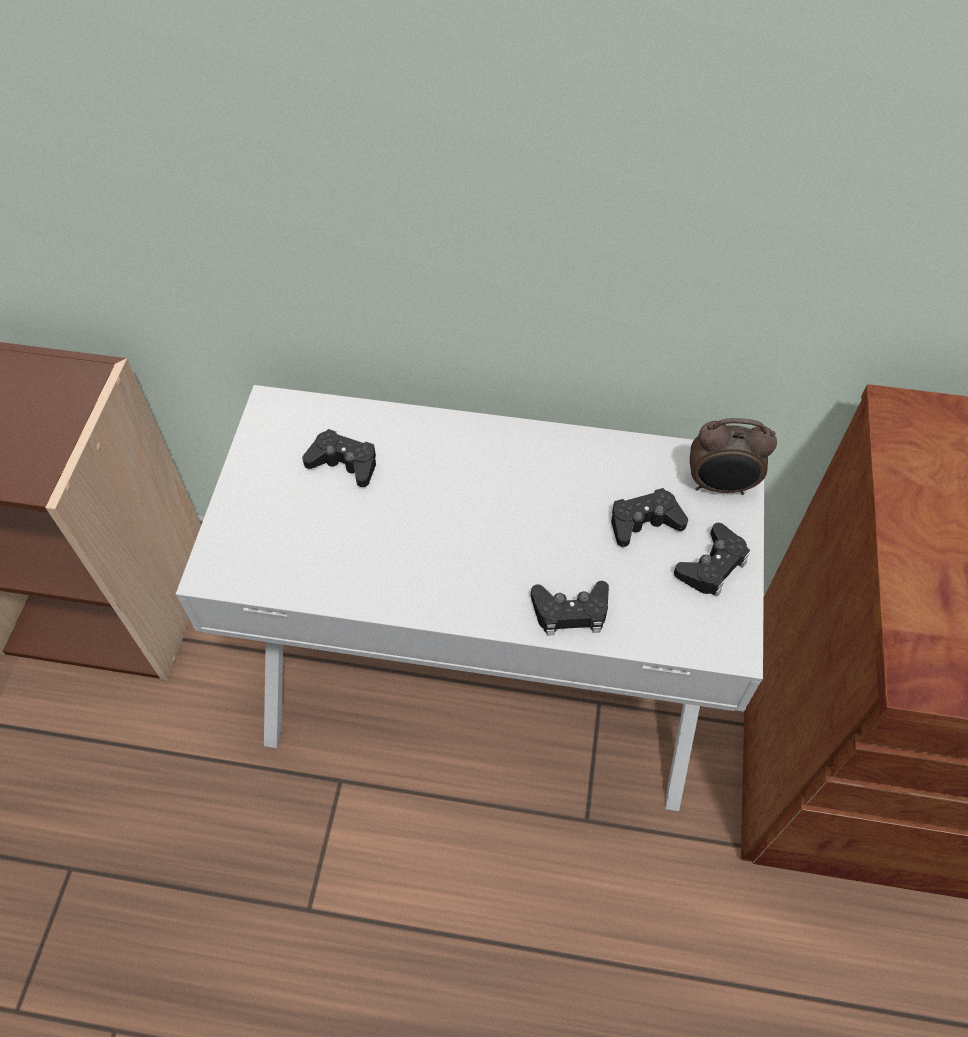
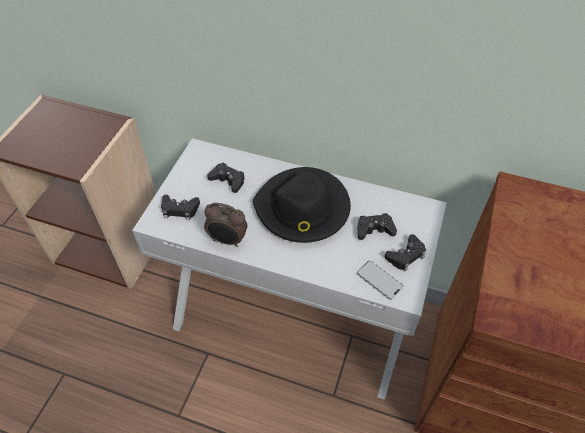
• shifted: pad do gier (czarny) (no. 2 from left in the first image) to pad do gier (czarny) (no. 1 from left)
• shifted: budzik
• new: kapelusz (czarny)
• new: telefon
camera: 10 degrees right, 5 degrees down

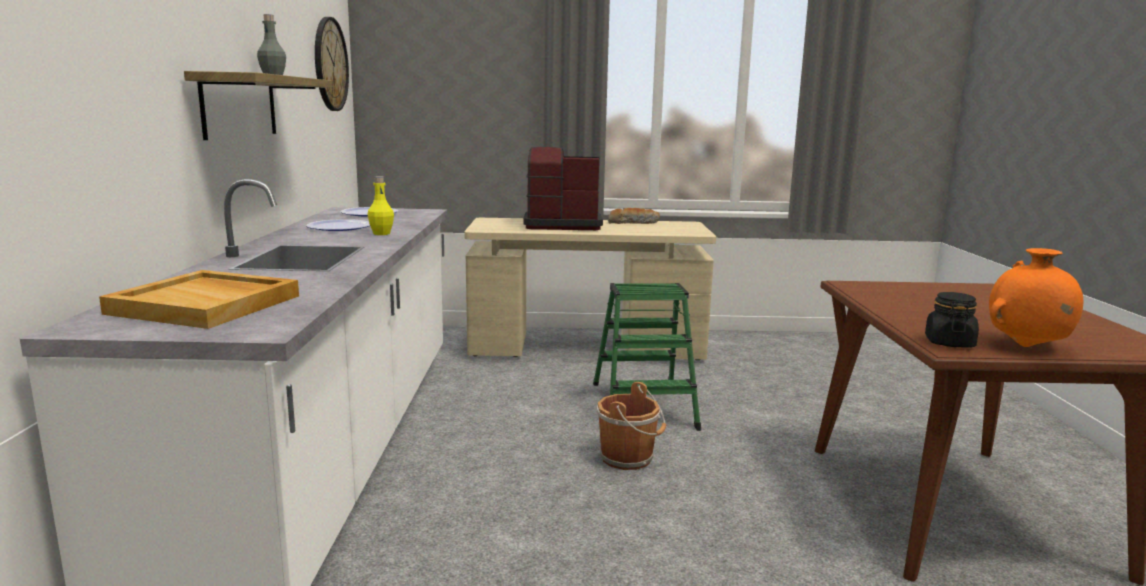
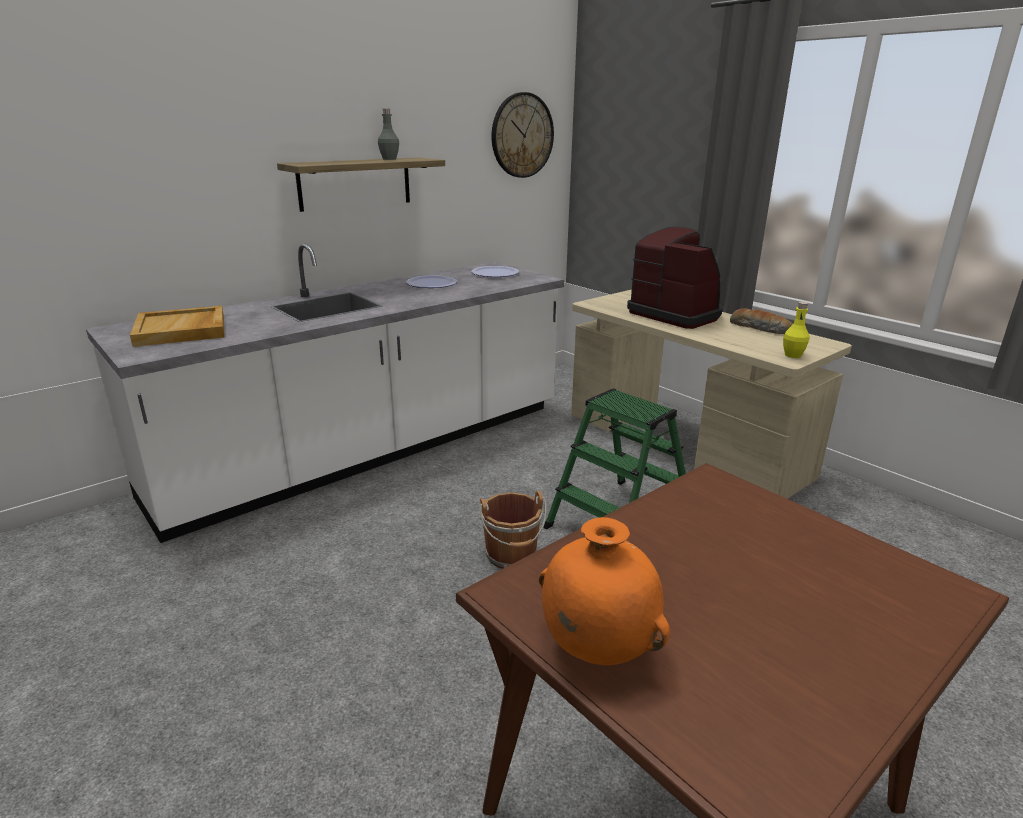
• shifted: butelka (żółty)
• gone: słoik (czarny)
camera: 50 degrees right, 10 degrees up

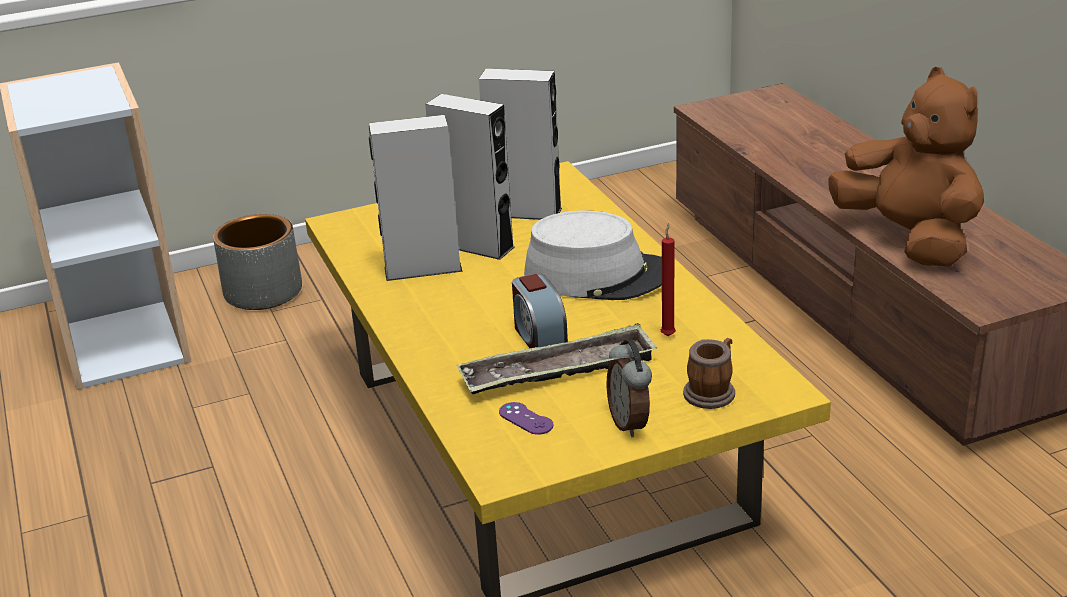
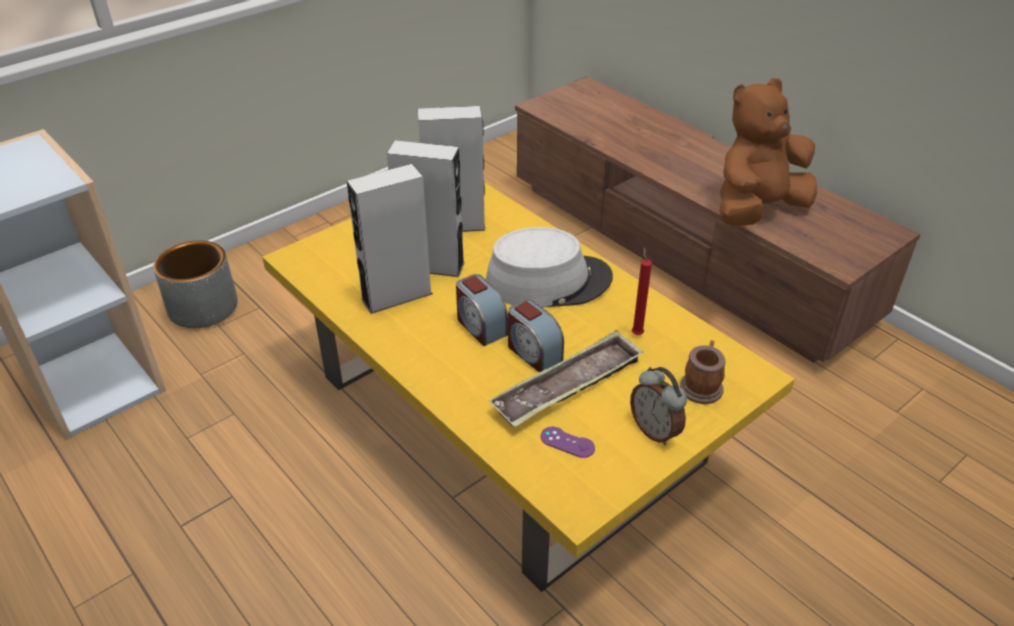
• rotated: pluszak (brązowy) 75 degrees counterclockwise
• new: budzik (no. 1 from left)
camera: 20 degrees left, 10 degrees up

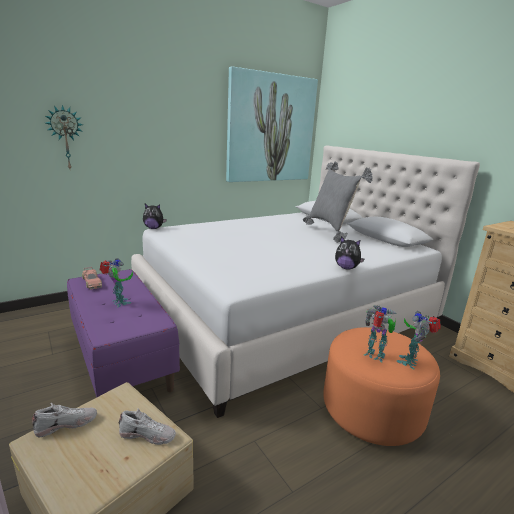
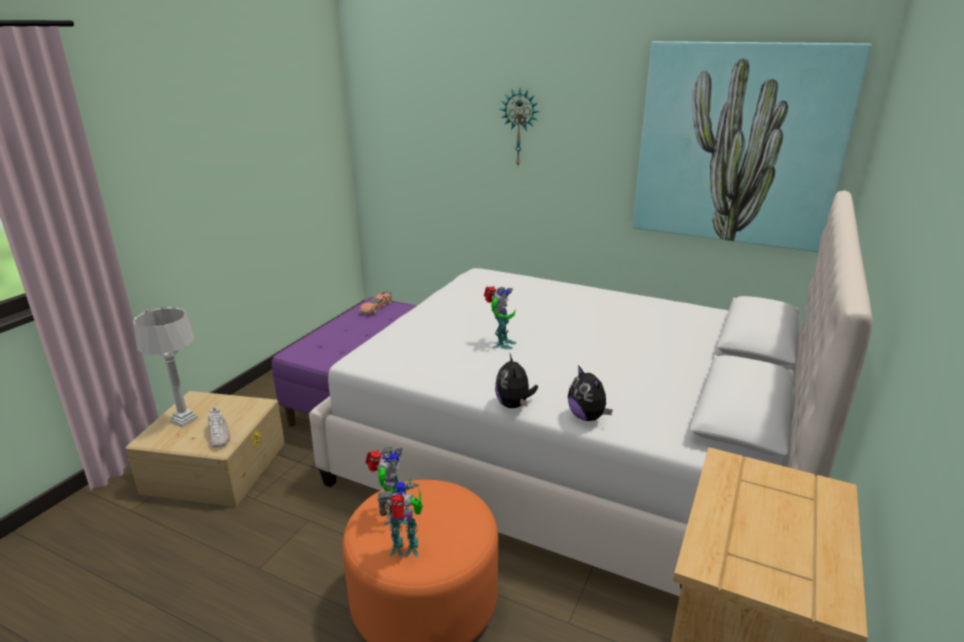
• gone: but (biały) (no. 1 from left)
• shifted: zegar ścienny
• shifted: robot zabawkowy (no. 1 from left in the first image) to robot zabawkowy (no. 3 from left)
• shifted: pluszak (no. 1 from left in the first image) to pluszak (no. 2 from left)
• gone: poduszka (szary)
• new: lampa stołowa (szary)
camera: 60 degrees right, 5 degrees up

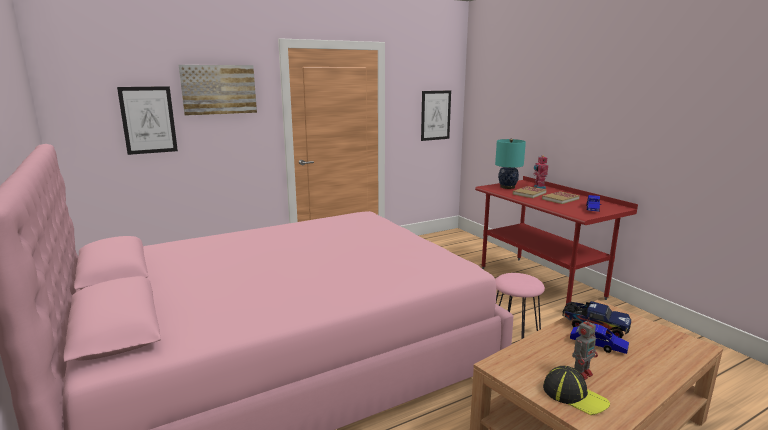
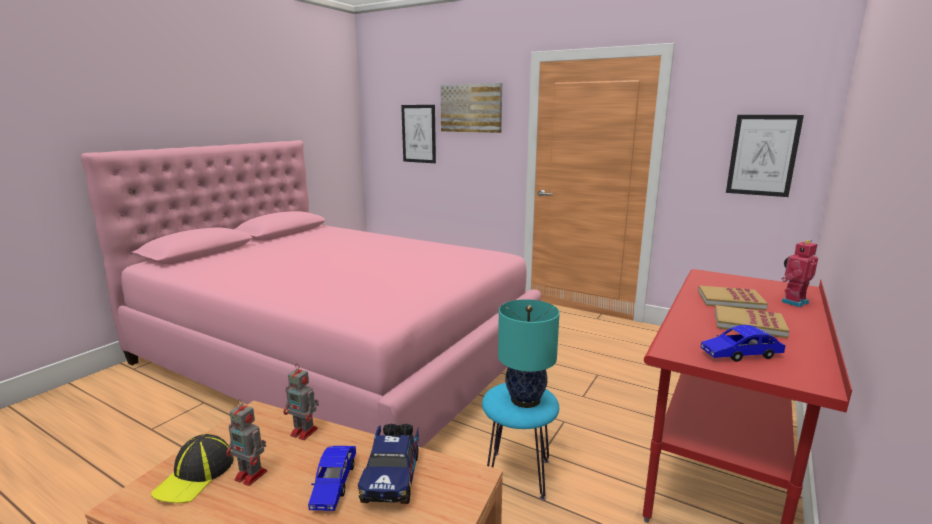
• shifted: lampa stołowa (turkusowy)
• repainted: stołek (różowy) to stołek (turkusowy)
• new: robot zabawkowy (no. 2 from left)
camera: 60 degrees right, 0 degrees up

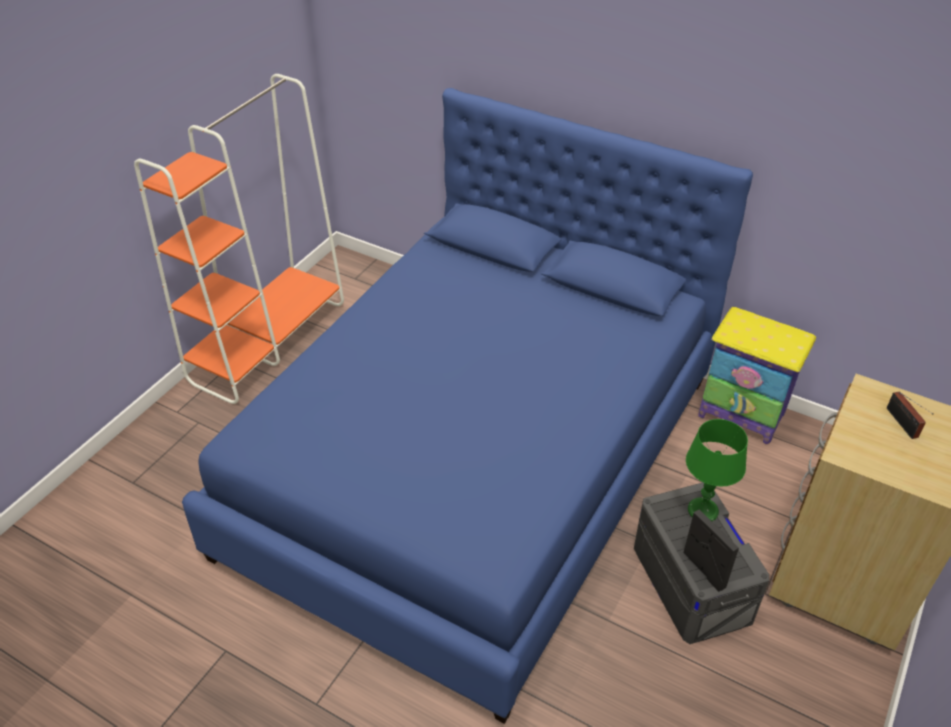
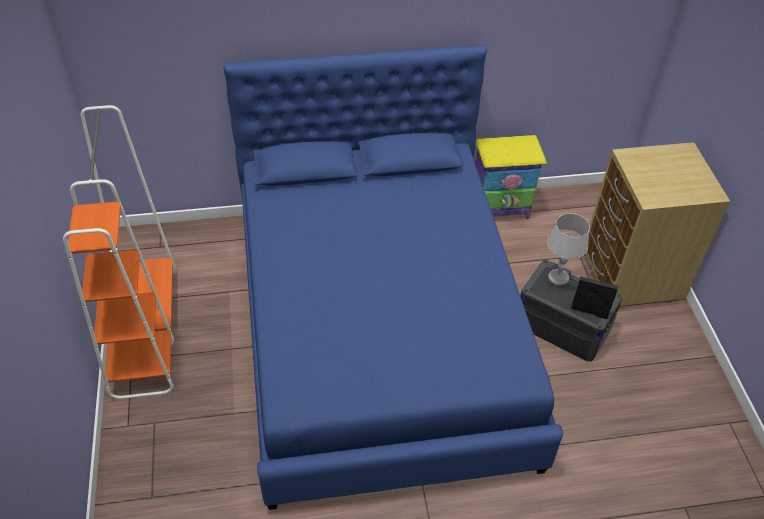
• repainted: lampa stołowa (zielony) to lampa stołowa (szary)
• gone: radio
camera: 40 degrees left, 5 degrees up

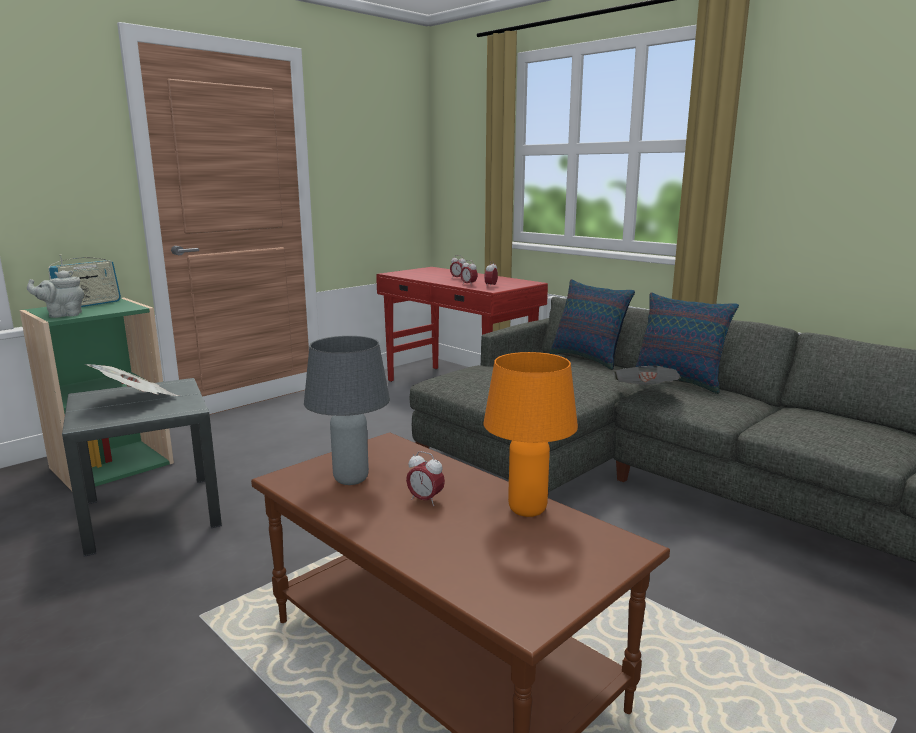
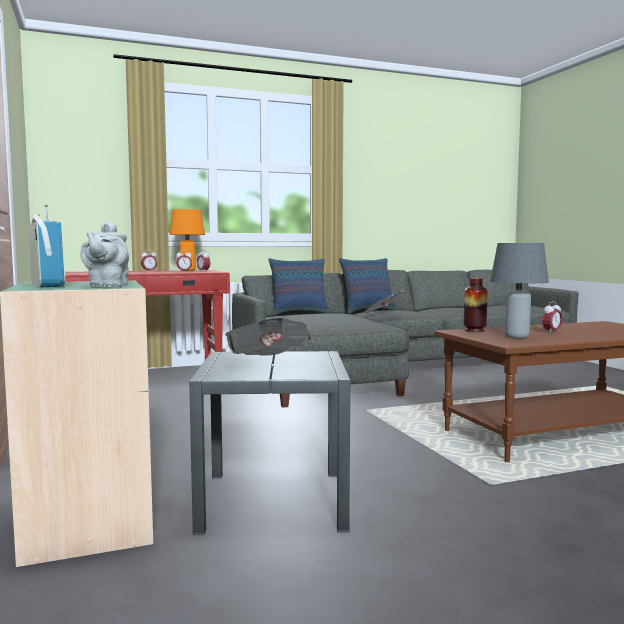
• shifted: lampa stołowa (pomarańczowy)
• new: wazon
camera: 65 degrees left, 10 degrees down

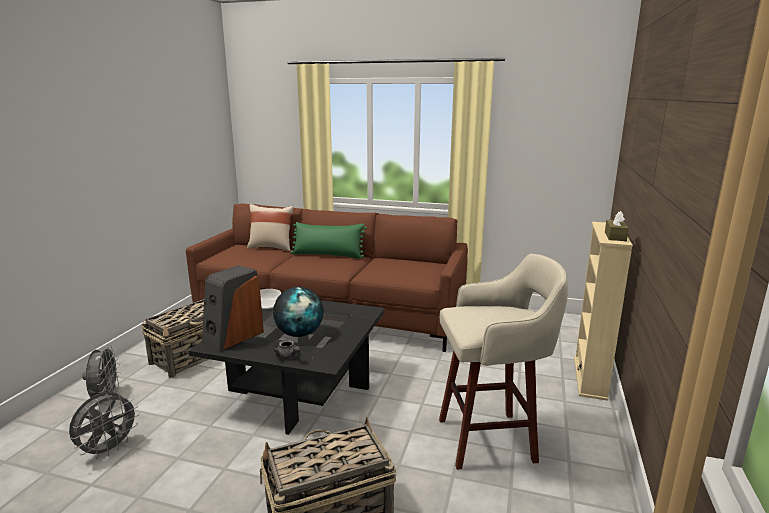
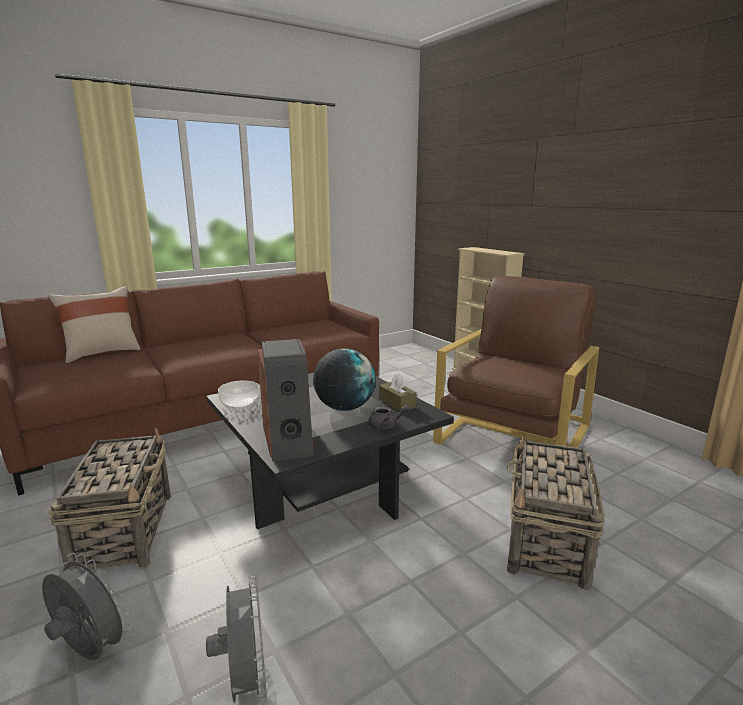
• gone: poduszka (zielony)
• swapped: stołek (beżowy) to fotel (brązowy)
• shifted: pudełko chusteczek (brązowy)
camera: 50 degrees left, 0 degrees up

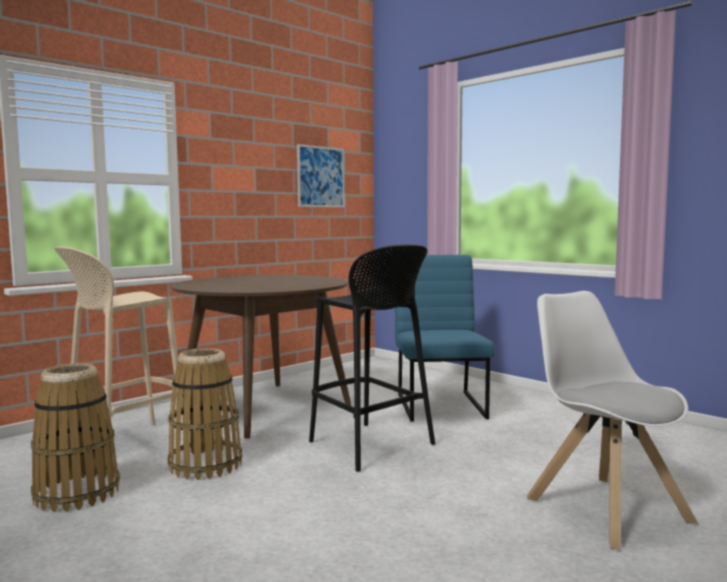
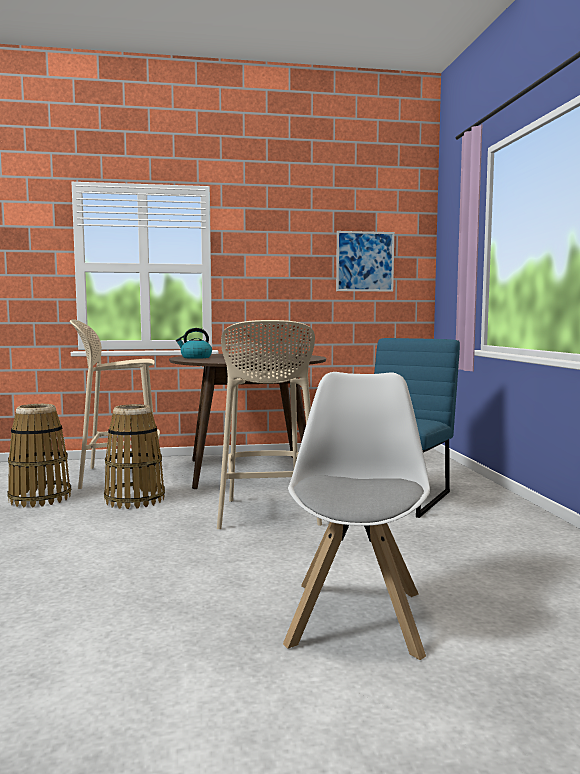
• repainted: stołek (czarny) to stołek (beżowy) (no. 2 from left)
• new: czajnik
camera: 35 degrees right, 0 degrees up

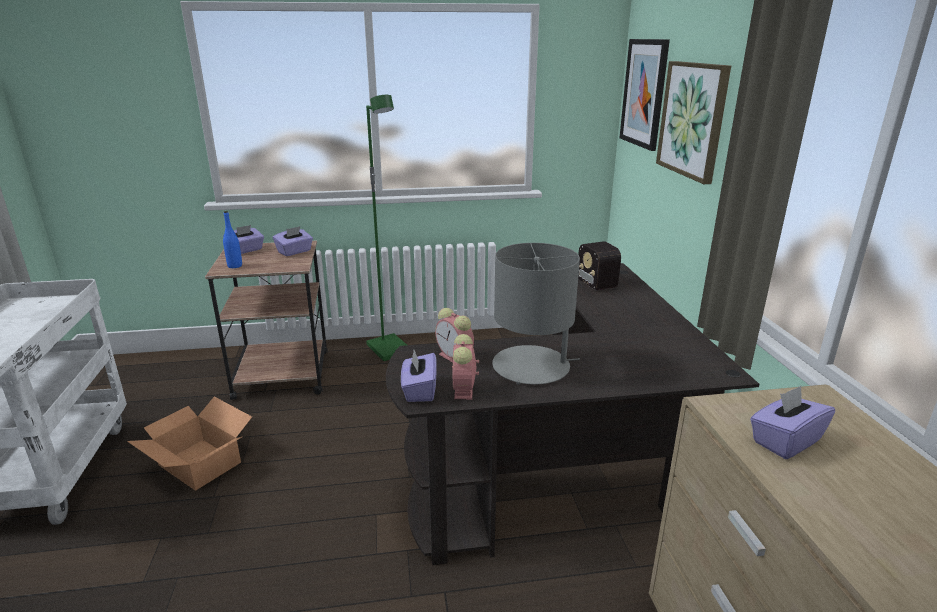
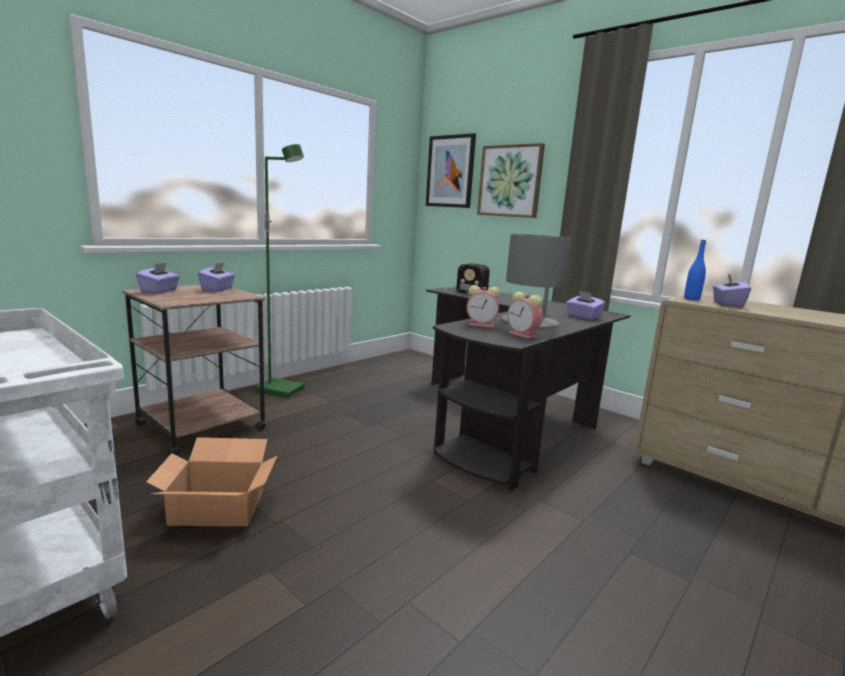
• shifted: butelka (niebieski)
• shifted: pudełko chusteczek (fioletowy) (no. 3 from left)
camera: 40 degrees left, 10 degrees down

